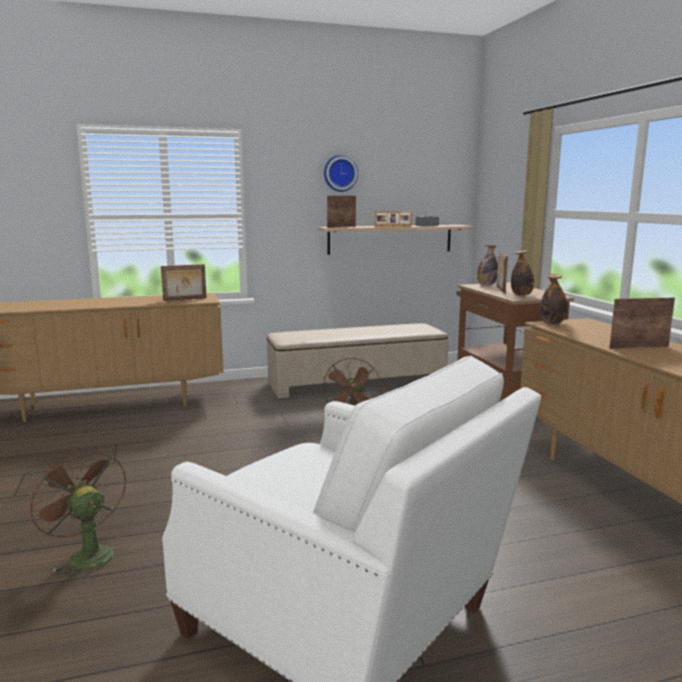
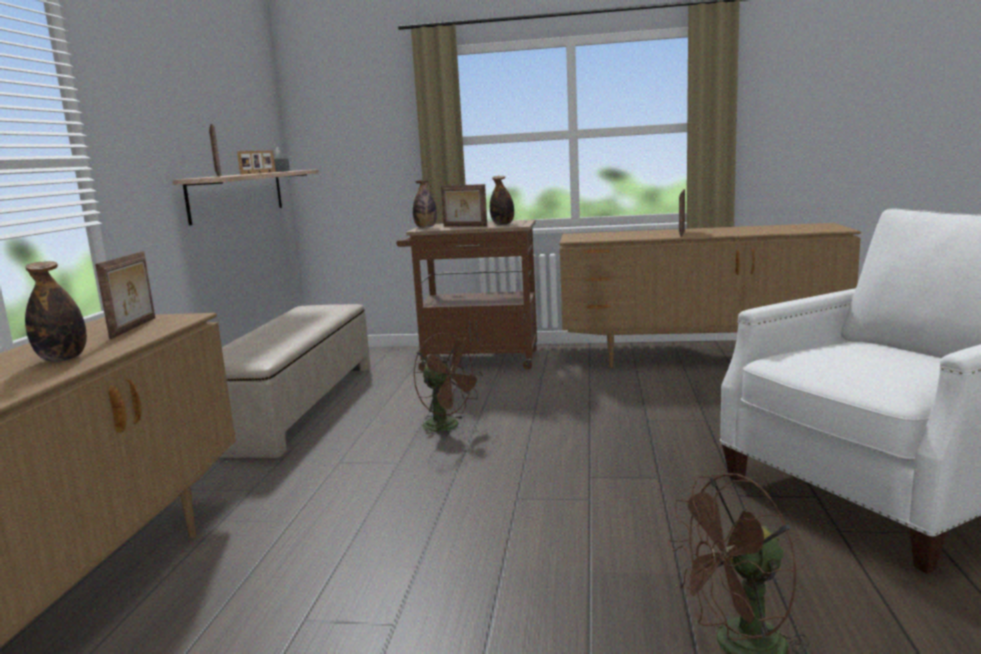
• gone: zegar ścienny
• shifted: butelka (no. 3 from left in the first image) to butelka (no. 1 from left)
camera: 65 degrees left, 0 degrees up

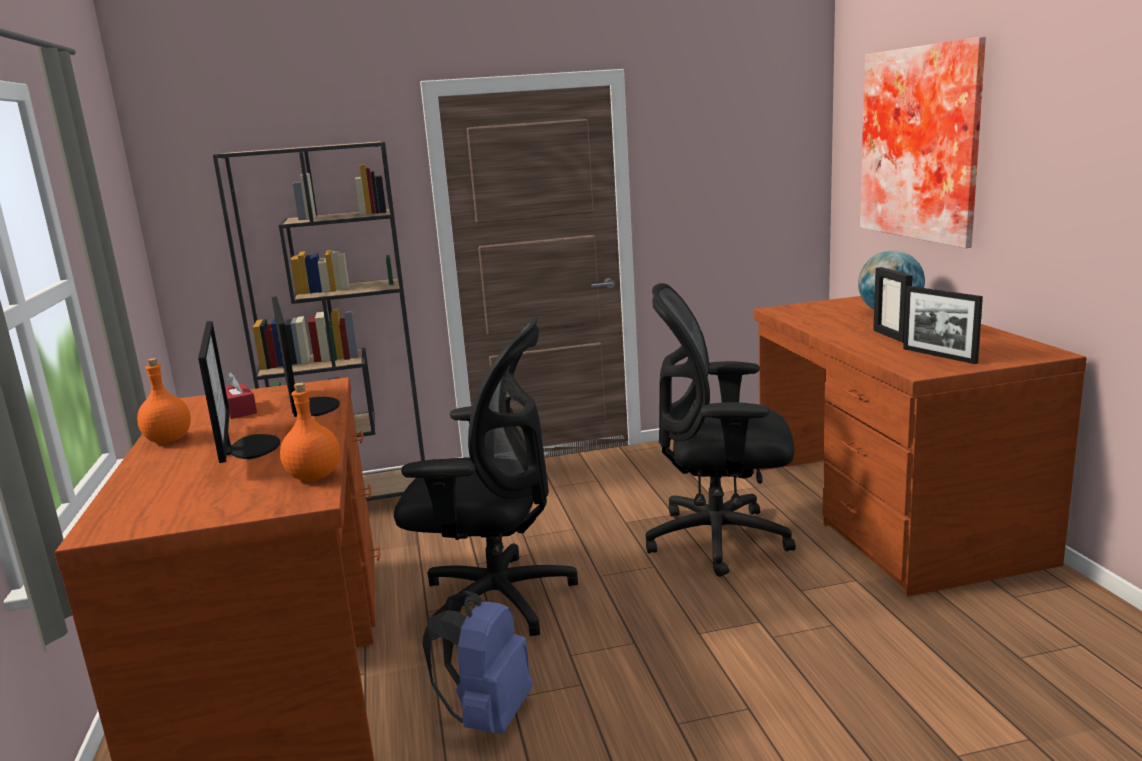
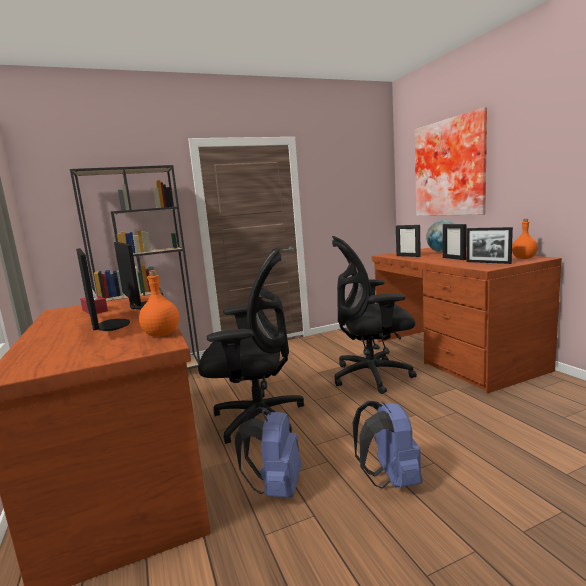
• shifted: butelka (pomarańczowy) (no. 1 from left in the first image) to butelka (pomarańczowy) (no. 2 from left)
• new: plecak (niebieski) (no. 2 from left)
• new: ramka na zdjęcie (no. 1 from left)
camera: 10 degrees left, 5 degrees down

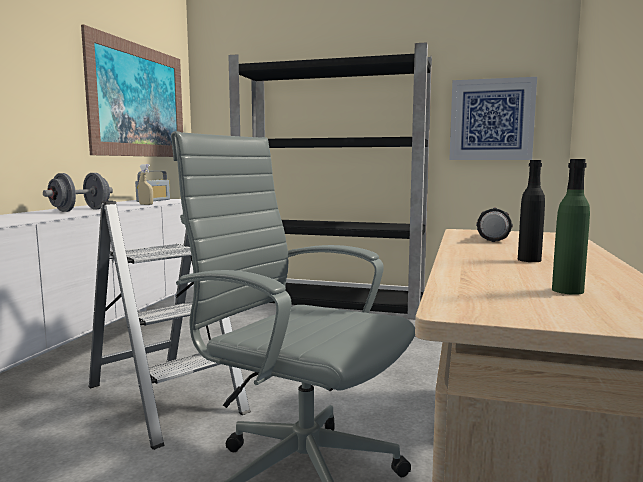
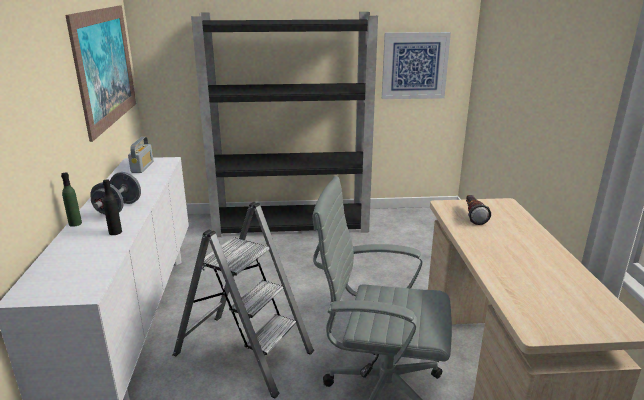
• gone: spryskiwacz (beżowy)
• shifted: butelka (czarny)
• shifted: butelka (zielony)
camera: 20 degrees left, 15 degrees up

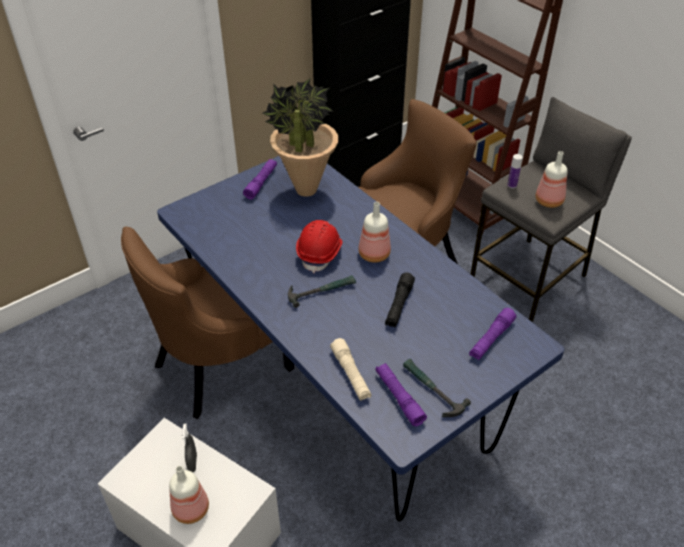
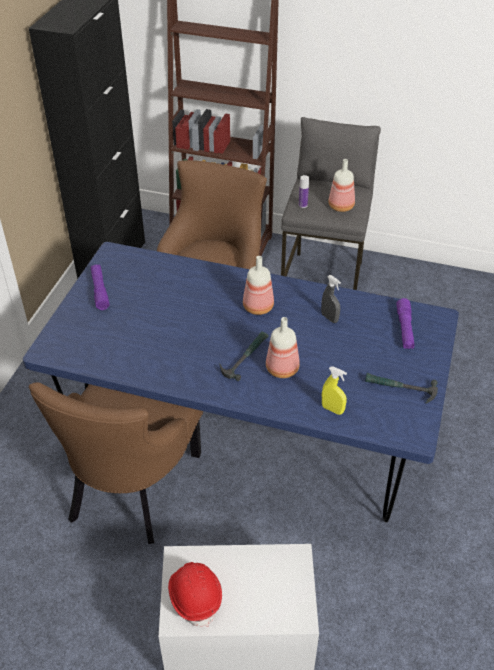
• shifted: butelka (no. 1 from left in the first image) to butelka (no. 2 from left)
• shifted: spryskiwacz (szary)
• gone: roślina doniczkowa
• shifted: kask (czerwony)
• swapped: latarka (beżowy) to spryskiwacz (żółty)
• gone: latarka (fioletowy) (no. 2 from left)
• gone: latarka (czarny)
camera: 35 degrees left, 0 degrees up

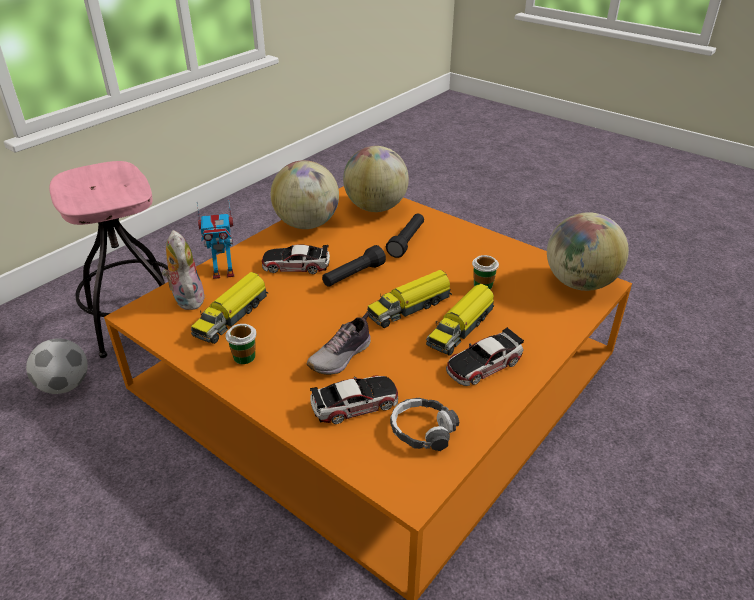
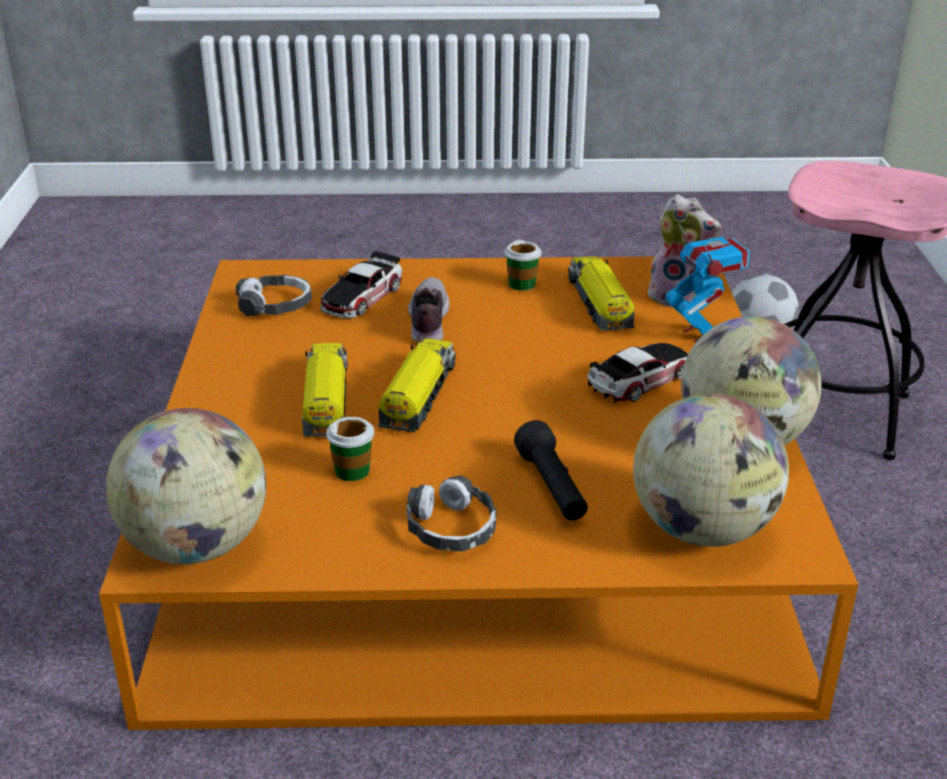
• rotated: robot zabawkowy 120 degrees clockwise
• gone: latarka (czarny) (no. 1 from left)
• gone: samochodzik (no. 3 from left)
• new: słuchawki (no. 2 from left)
camera: 140 degrees right, 5 degrees down

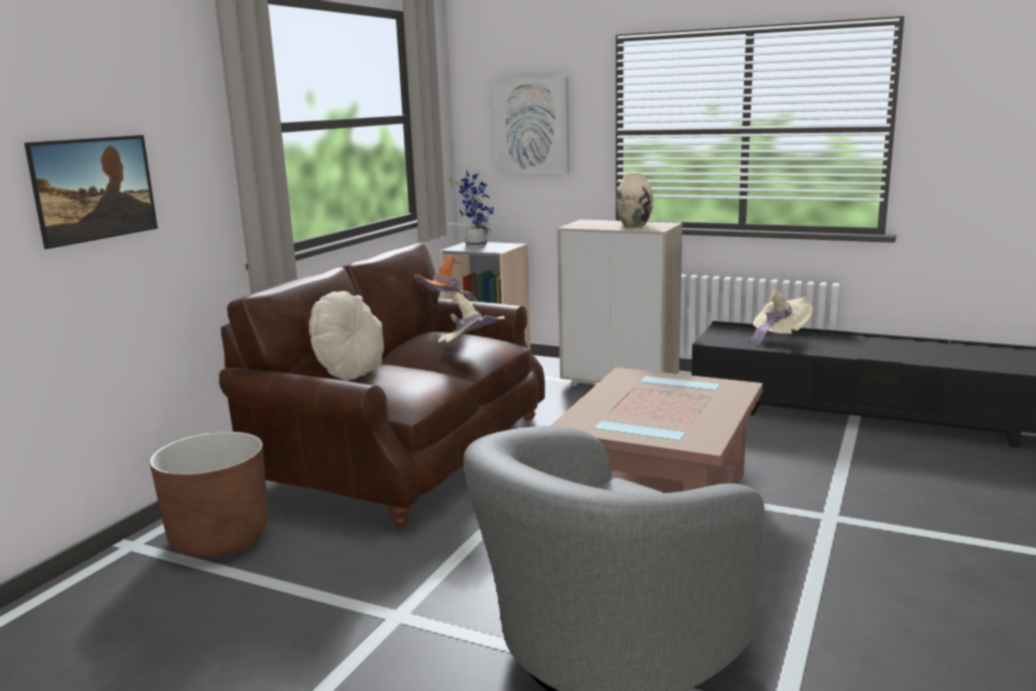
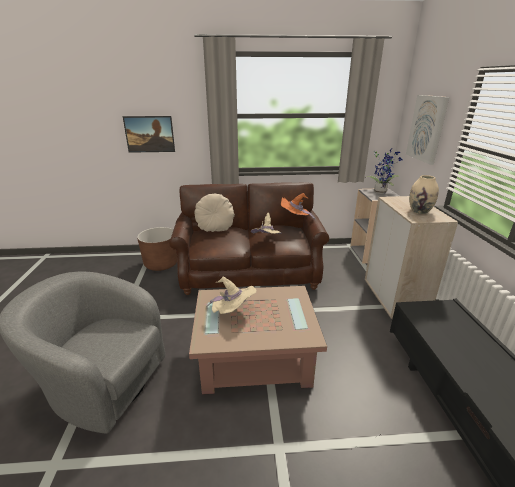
• shifted: kapelusz (beżowy) (no. 2 from left in the first image) to kapelusz (beżowy) (no. 1 from left)
camera: 60 degrees right, 10 degrees up

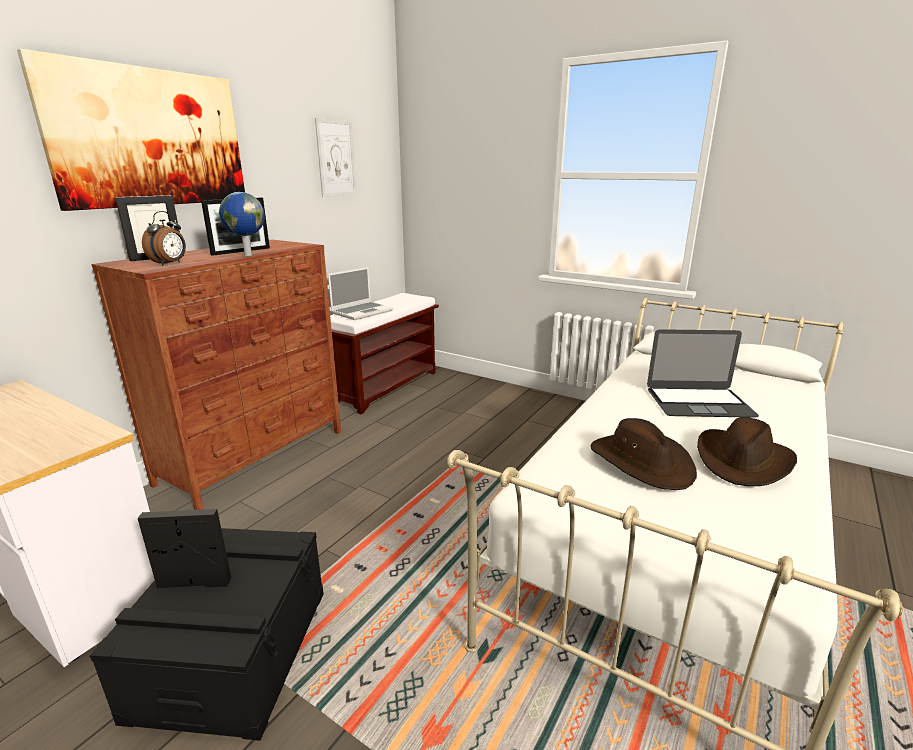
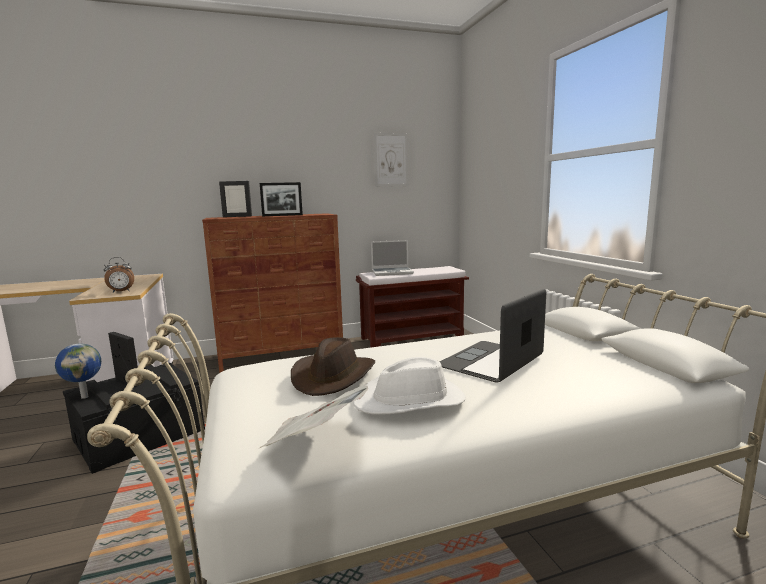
• gone: obraz (no. 1 from left)
• shifted: budzik
• shifted: globus
• rotated: laptop (no. 2 from left) 90 degrees clockwise
• repainted: kapelusz (brązowy) (no. 2 from left) to kapelusz (biały)
• new: gazeta
camera: 40 degrees right, 10 degrees down

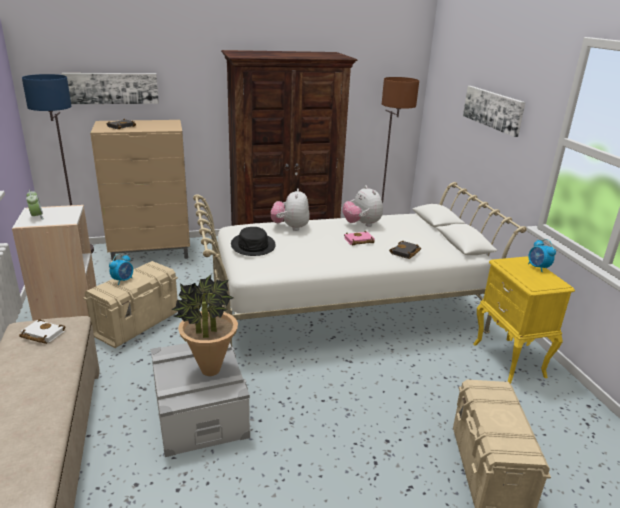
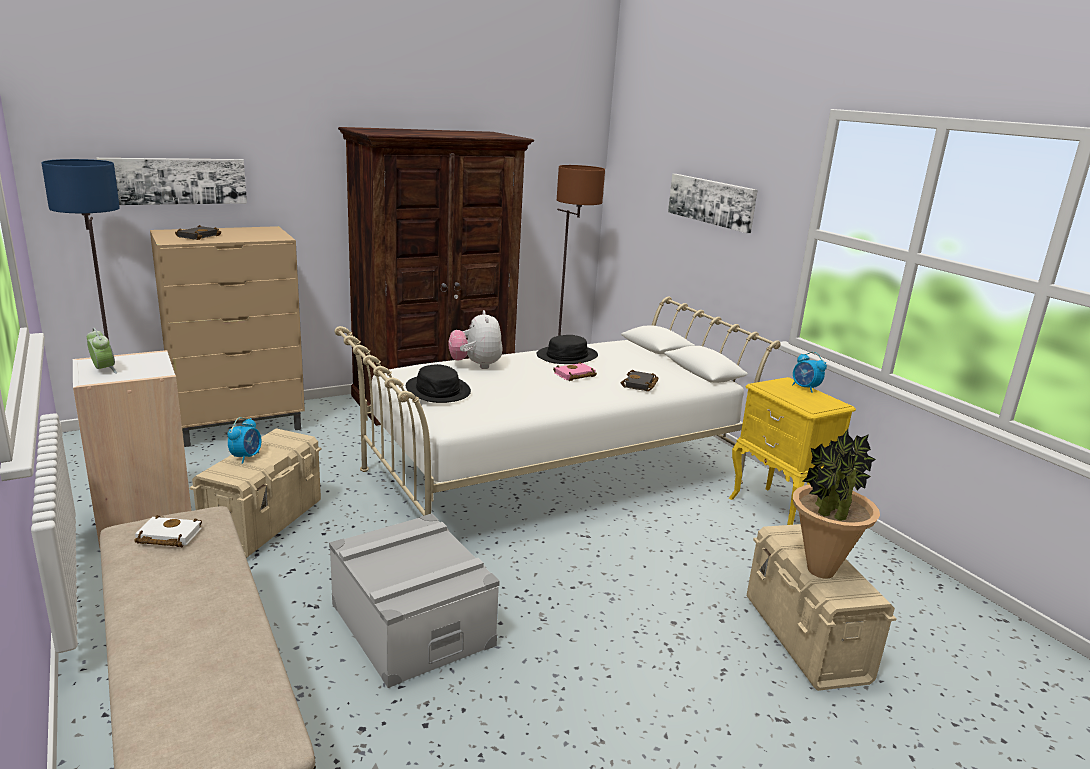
• shifted: roślina doniczkowa
• swapped: pluszak (no. 2 from left) to kapelusz (czarny) (no. 2 from left)
camera: 15 degrees left, 5 degrees down

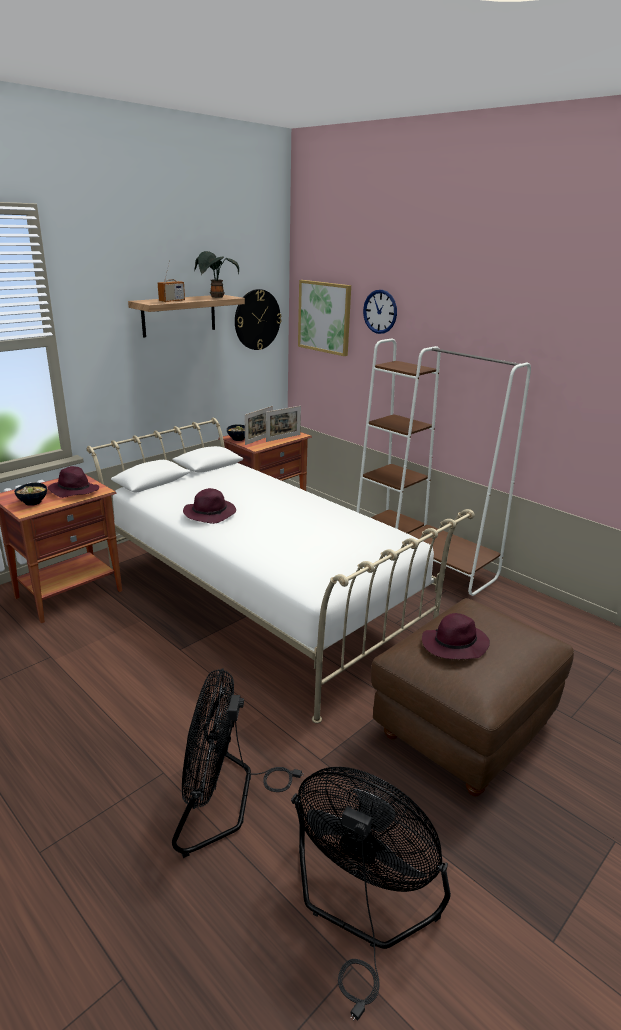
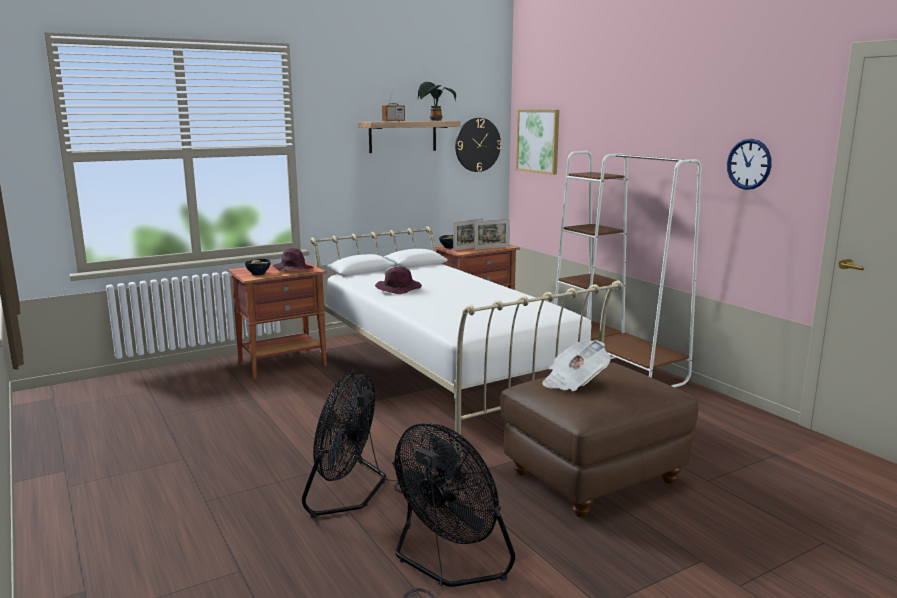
• shifted: zegar ścienny (no. 2 from left)
• swapped: kapelusz (fioletowy) (no. 3 from left) to gazeta
camera: 15 degrees right, 10 degrees down

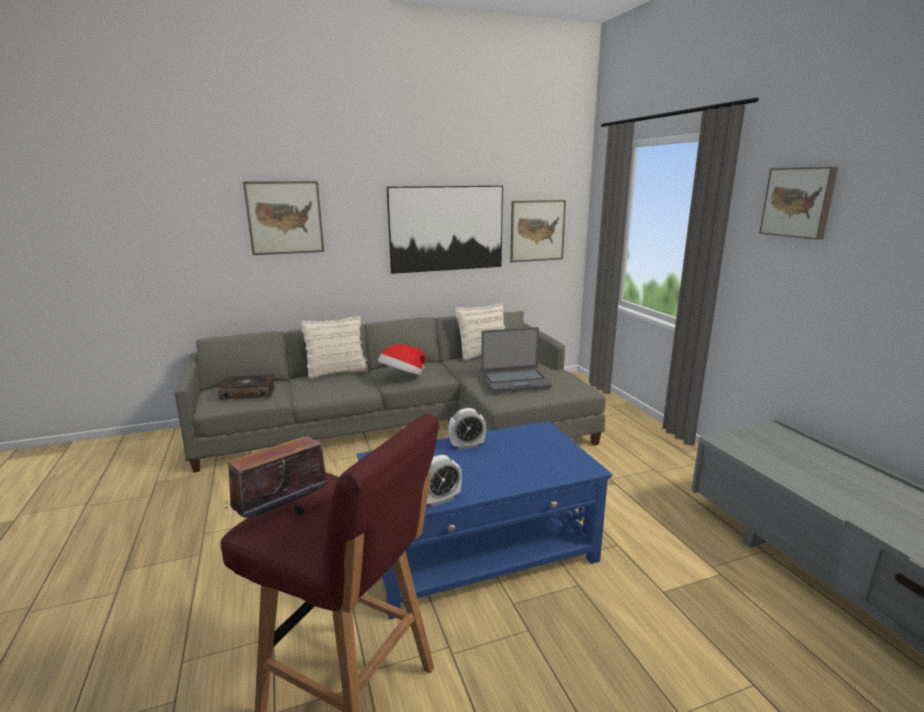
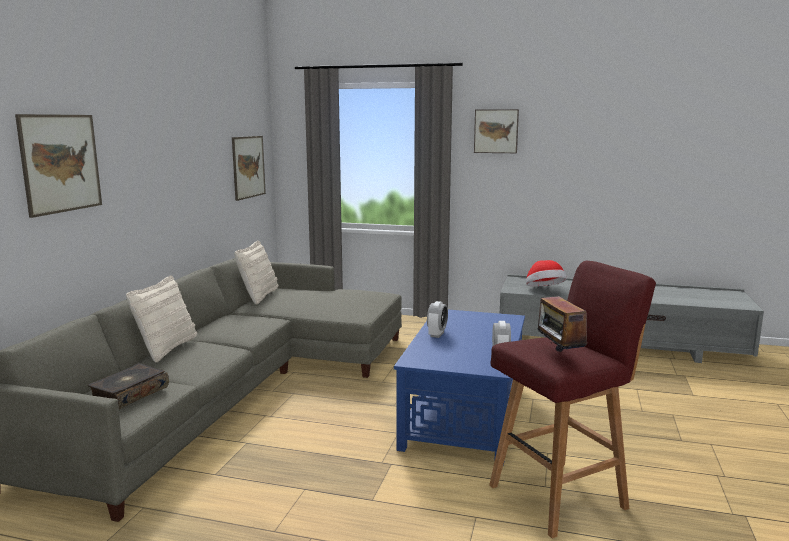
• shifted: kapelusz
• gone: obraz (no. 2 from left)
• gone: laptop
camera: 55 degrees left, 5 degrees down

